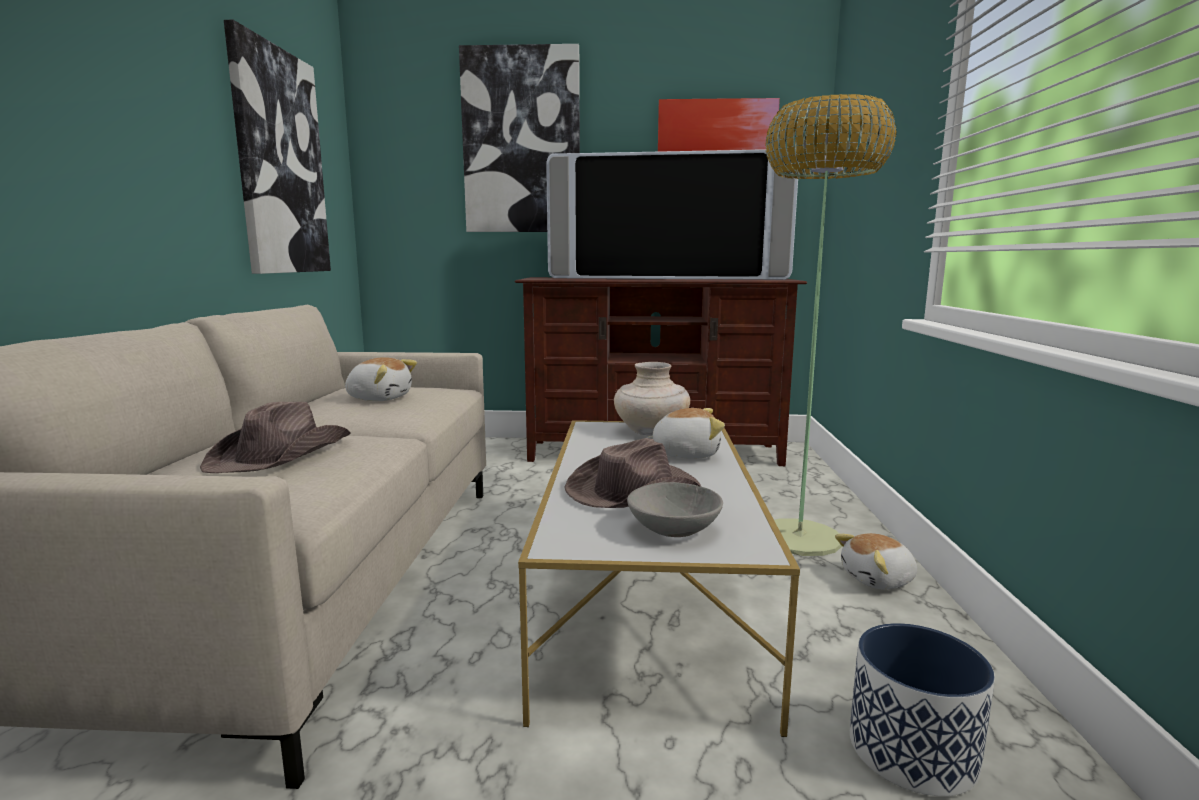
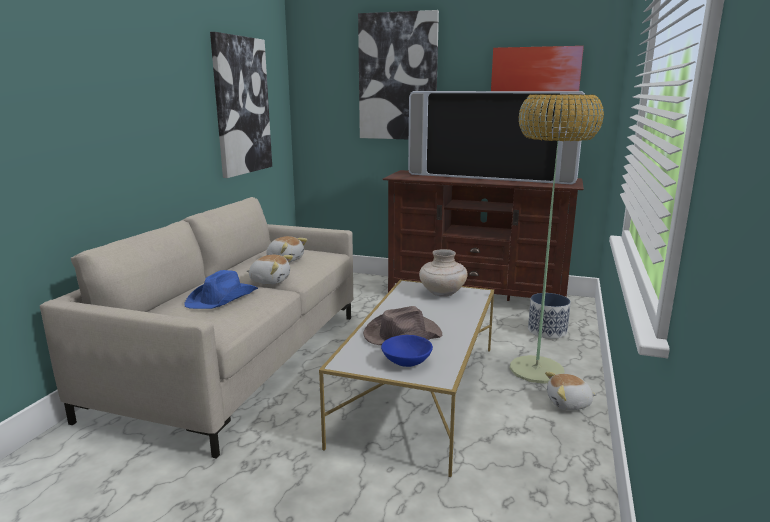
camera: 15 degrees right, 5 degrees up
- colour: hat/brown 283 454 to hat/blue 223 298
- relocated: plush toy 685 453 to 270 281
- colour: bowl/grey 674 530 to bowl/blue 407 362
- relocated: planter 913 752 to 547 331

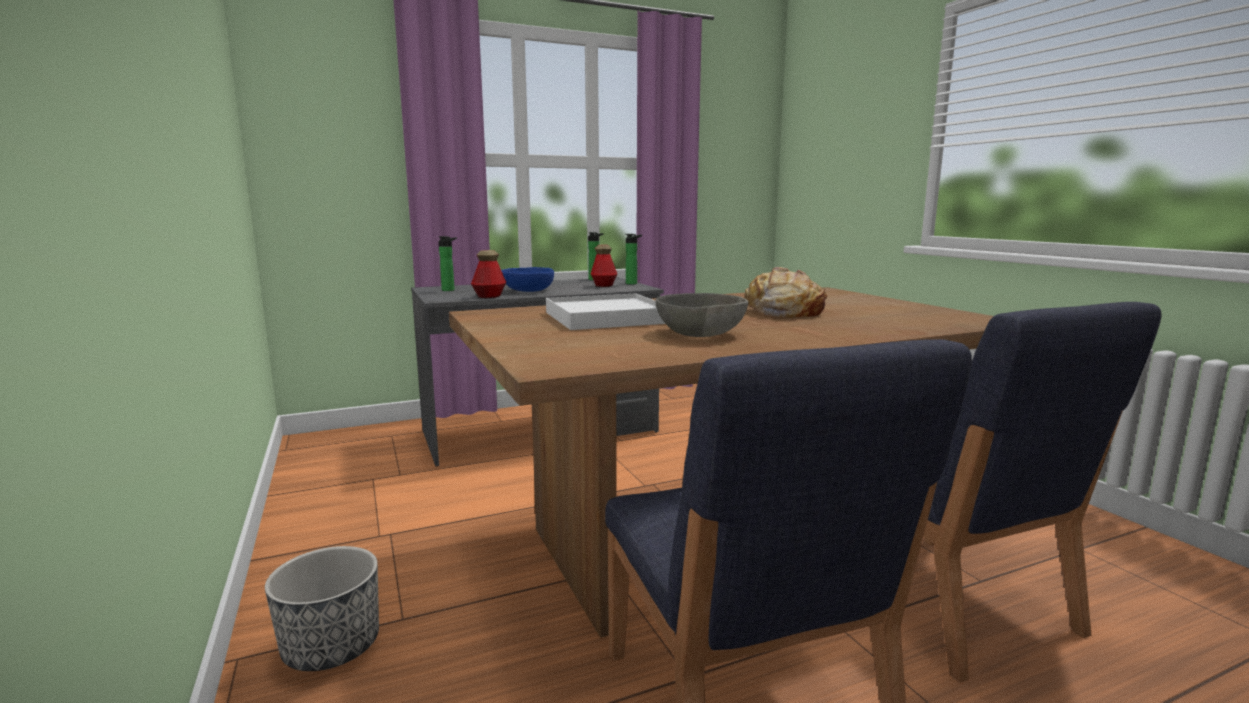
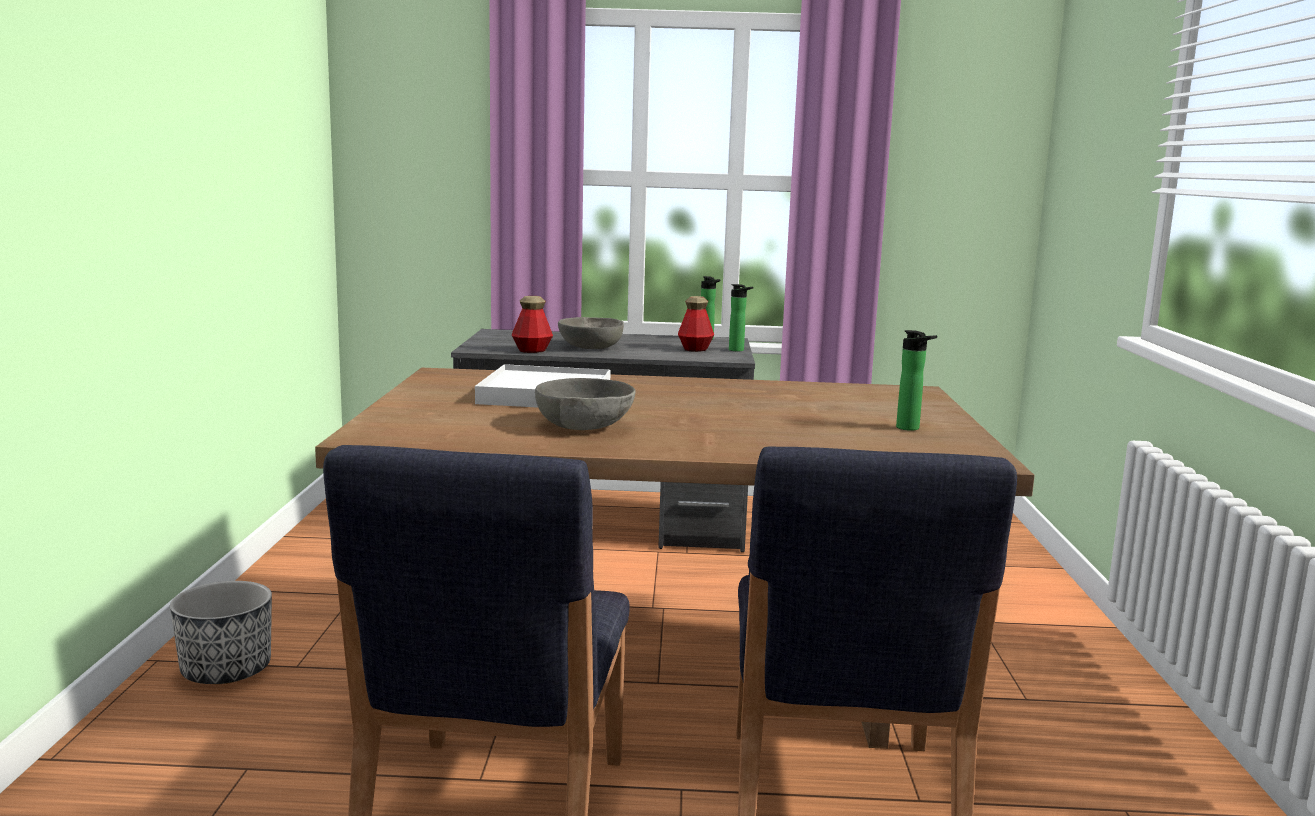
camera: 25 degrees right, 0 degrees up
- relocated: bottle 450 290 to 911 428
- colour: bowl/blue 527 291 to bowl/grey 589 347
- missing: bread 782 312

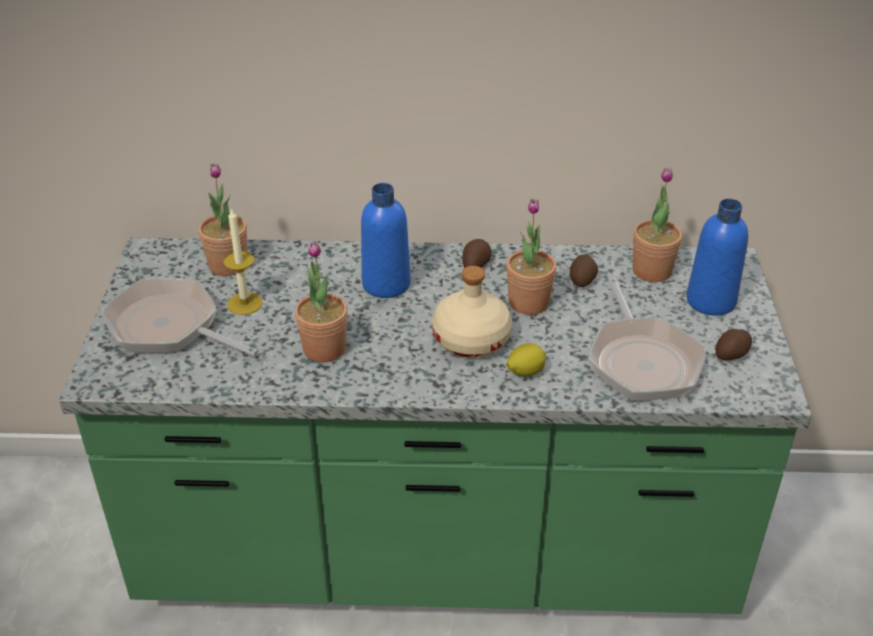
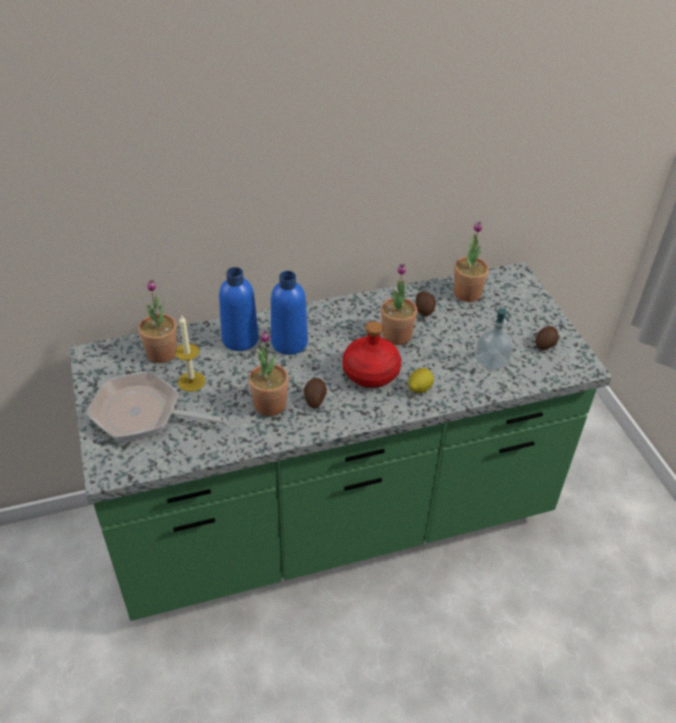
camera: 20 degrees left, 5 degrees up
- relocated: bottle/blue 711 301 to 240 339
- relocated: potato 475 264 to 314 398
- colour: bottle/beige 472 339 to bottle/red 371 372
- exchanged: frying pan 642 360 to soap dispenser 491 362

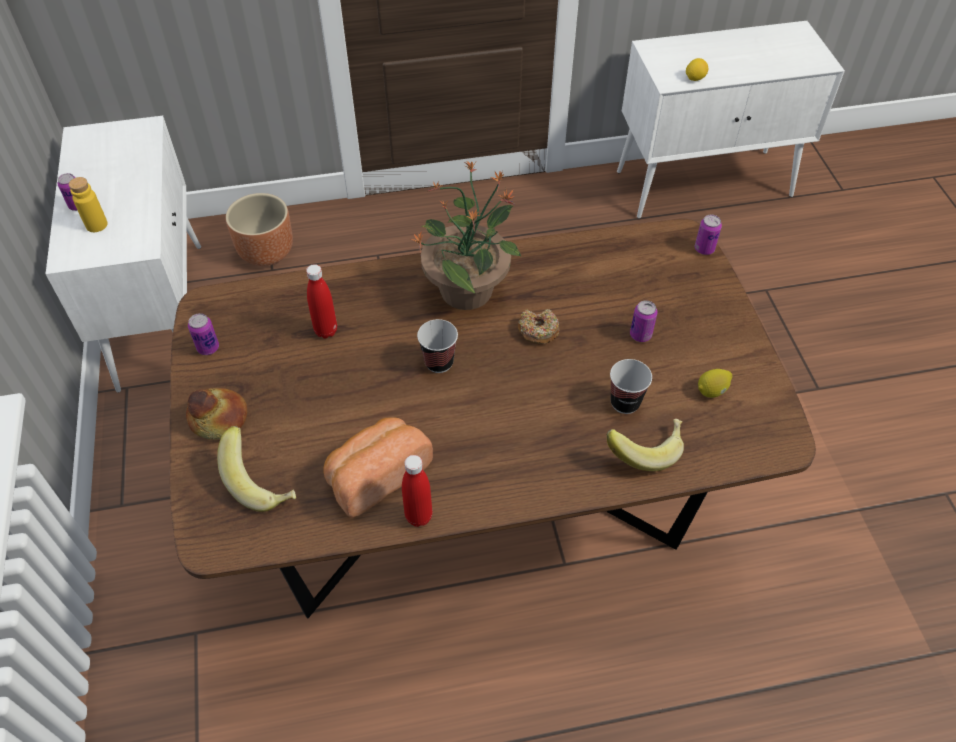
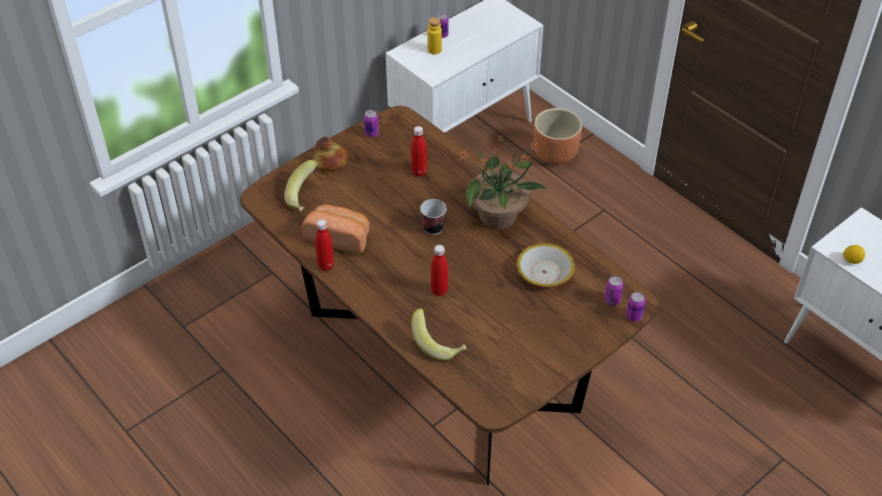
camera: 60 degrees right, 5 degrees down
- relocated: can 640 335 to 612 300
- missing: donut 538 331
- missing: cup 625 402
- missing: lemon 712 391
- appeared: bowl 544 272
- appeared: bottle/red 439 291

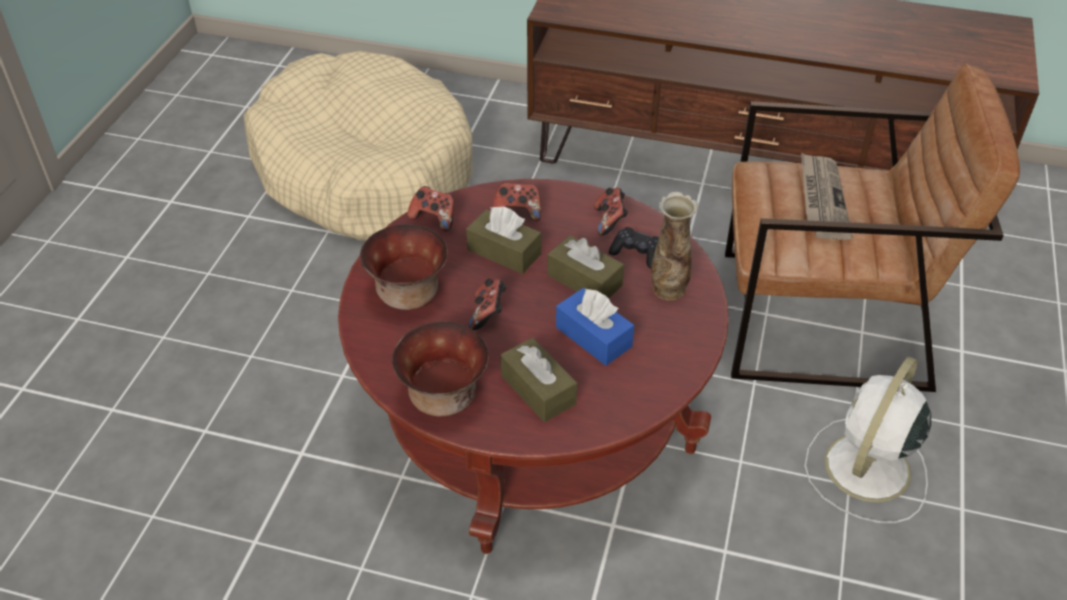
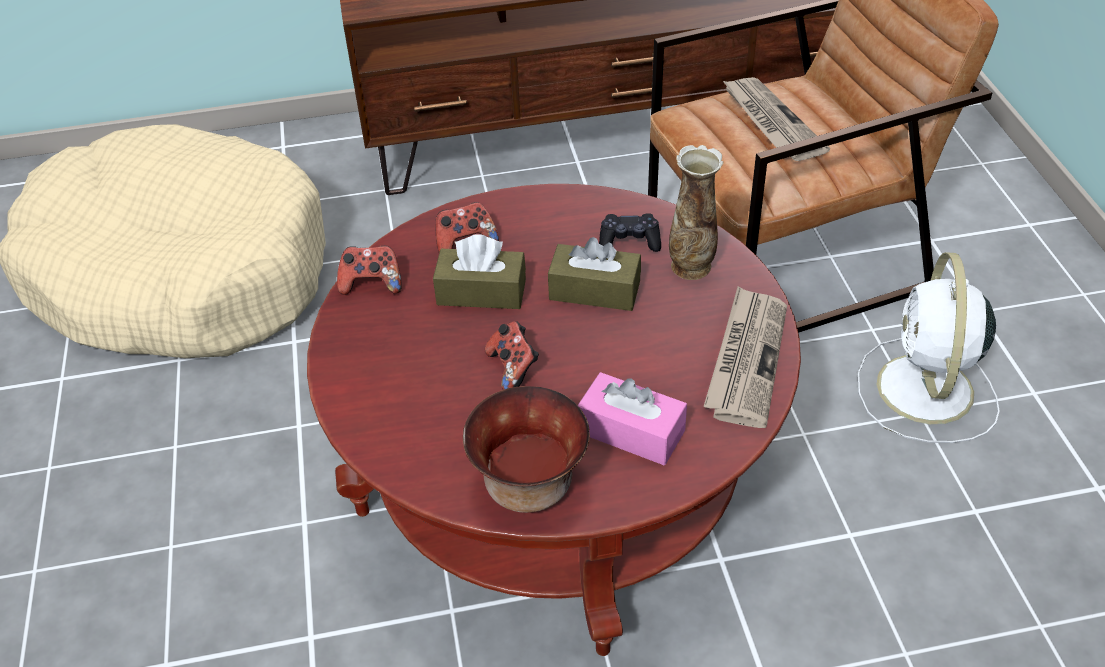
camera: 25 degrees left, 0 degrees up
- missing: game controller 610 221
- missing: bowl 407 294
- missing: tissue box/blue 593 337
- colour: tissue box/brown 538 390 to tissue box/pink 631 431
- appeared: newspaper 746 359

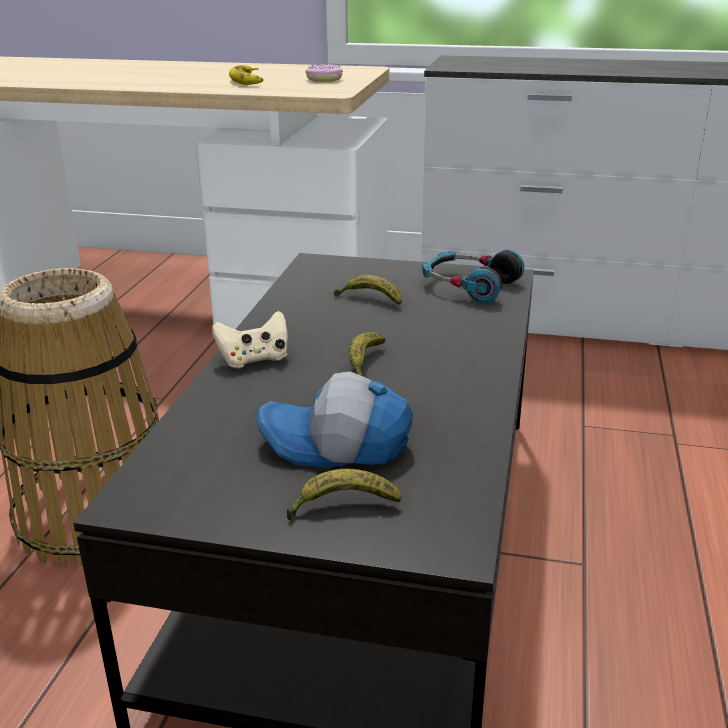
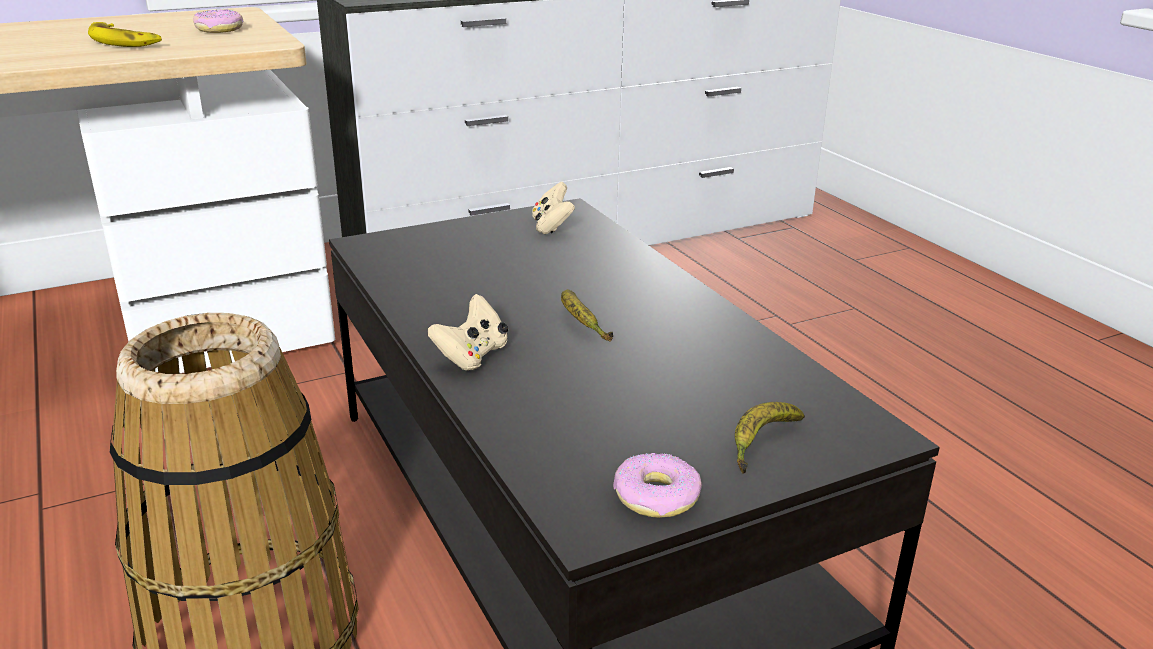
camera: 40 degrees left, 0 degrees up
- exchanged: headphones 469 285 to game controller/beige 552 226
- missing: banana 370 299
- missing: cap 336 445
- appeared: donut 656 497

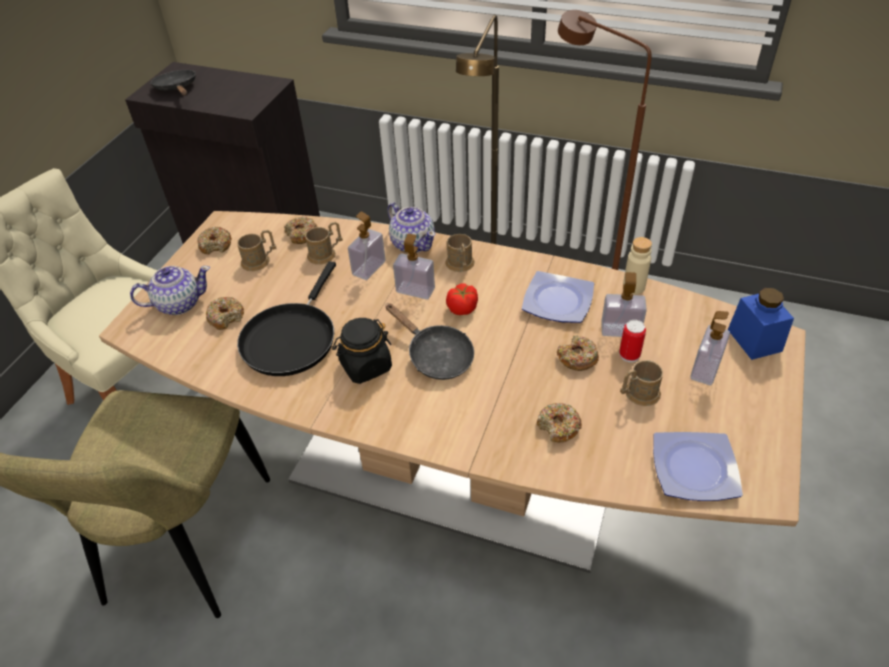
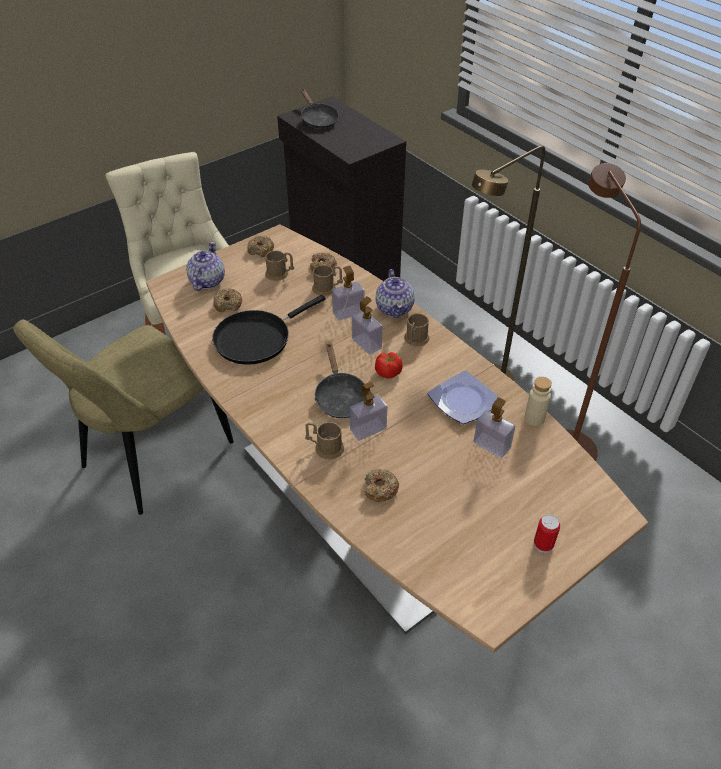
camera: 30 degrees right, 0 degrees up
- spun: frying pan/black 177 88 = 318 119 150 degrees clockwise
- spun: teapot 178 304 = 207 281 90 degrees counterclockwise
- missing: jar/blue 754 340
- relocated: soap dispenser 705 369 to 368 429
- missing: jar/black 365 366
- relocated: can 629 355 to 543 544
- missing: donut 577 358
- relocated: mug/brown 638 394 to 325 448
- missing: plate 696 470

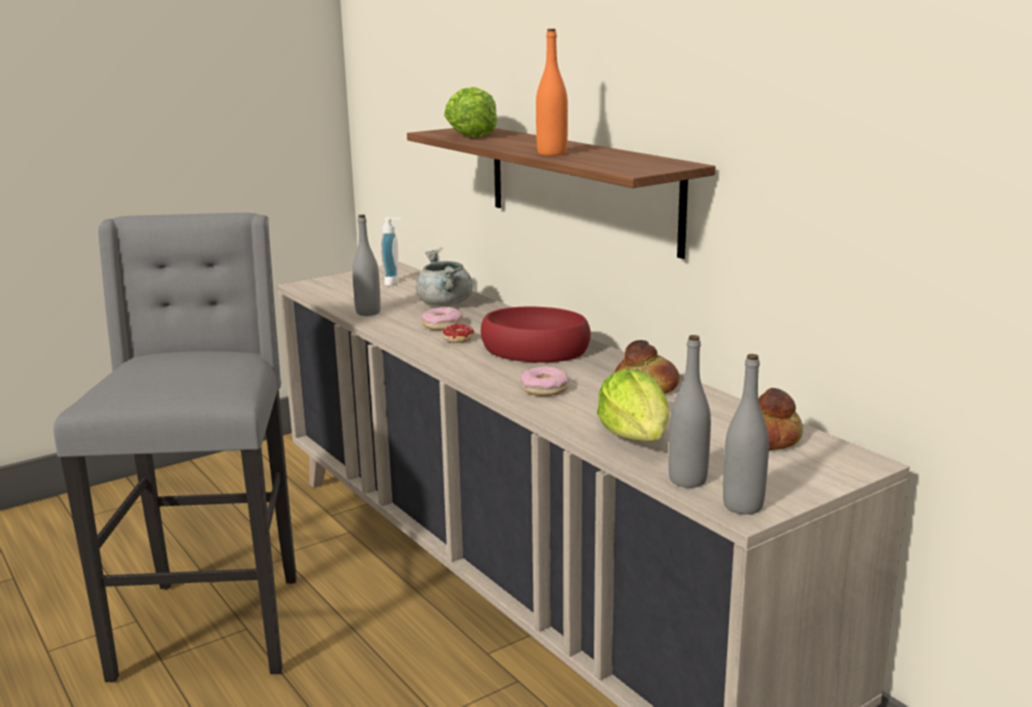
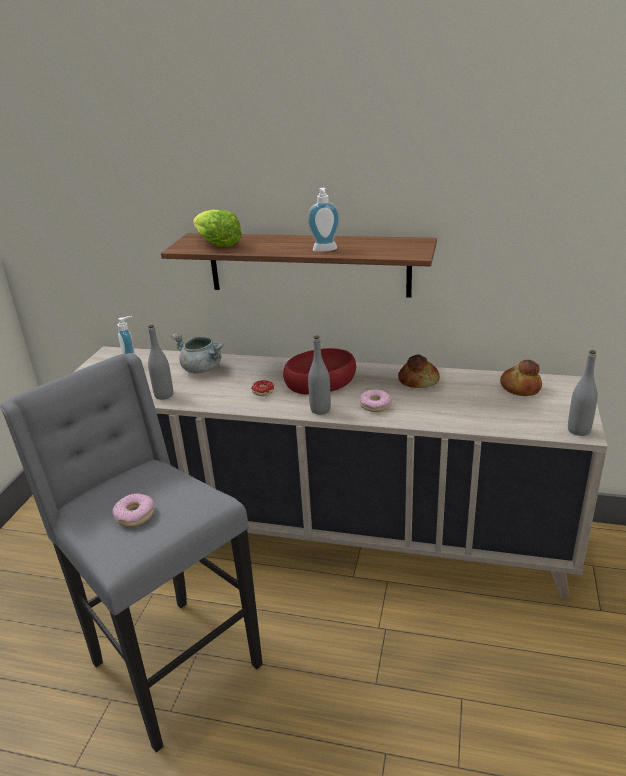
camera: 40 degrees left, 10 degrees up
- exchanged: bottle/orange 552 153 to soap dispenser 325 250
- relocated: donut 442 325 to 135 515
- relocated: bottle/grey 687 480 to 320 410
- missing: lettuce 637 437

